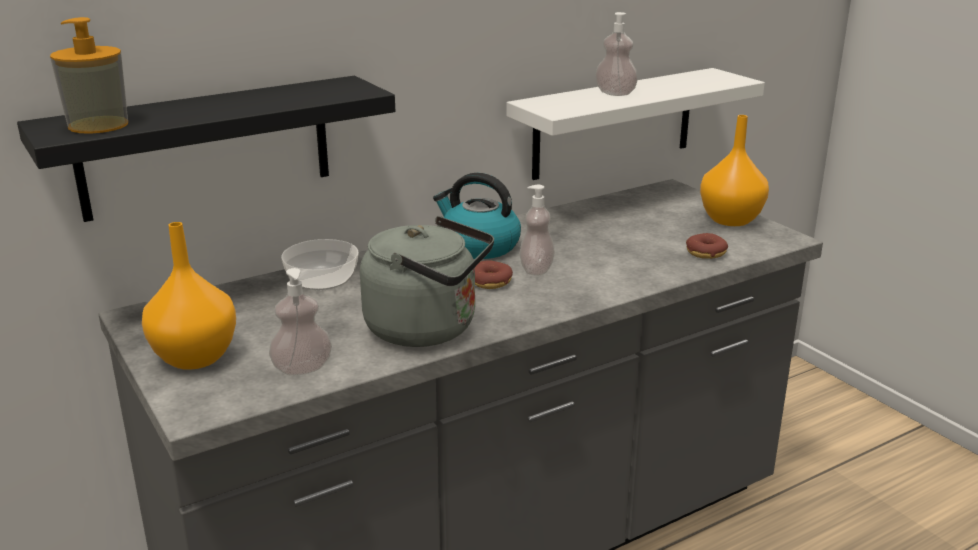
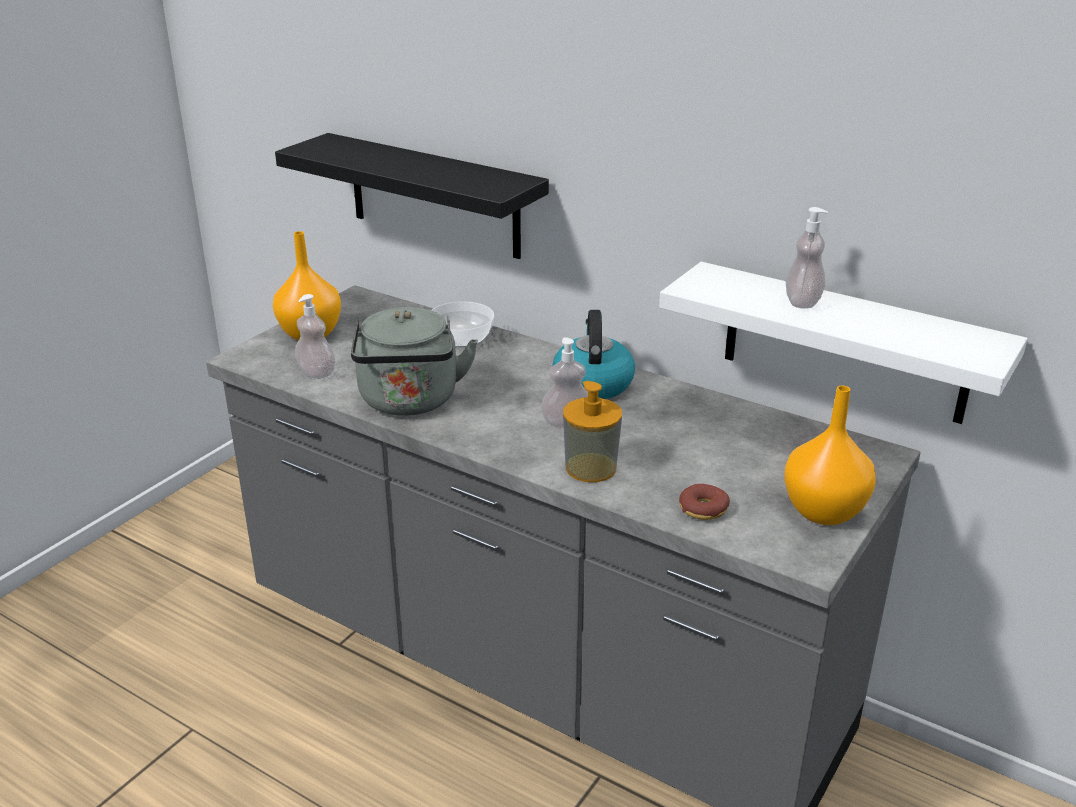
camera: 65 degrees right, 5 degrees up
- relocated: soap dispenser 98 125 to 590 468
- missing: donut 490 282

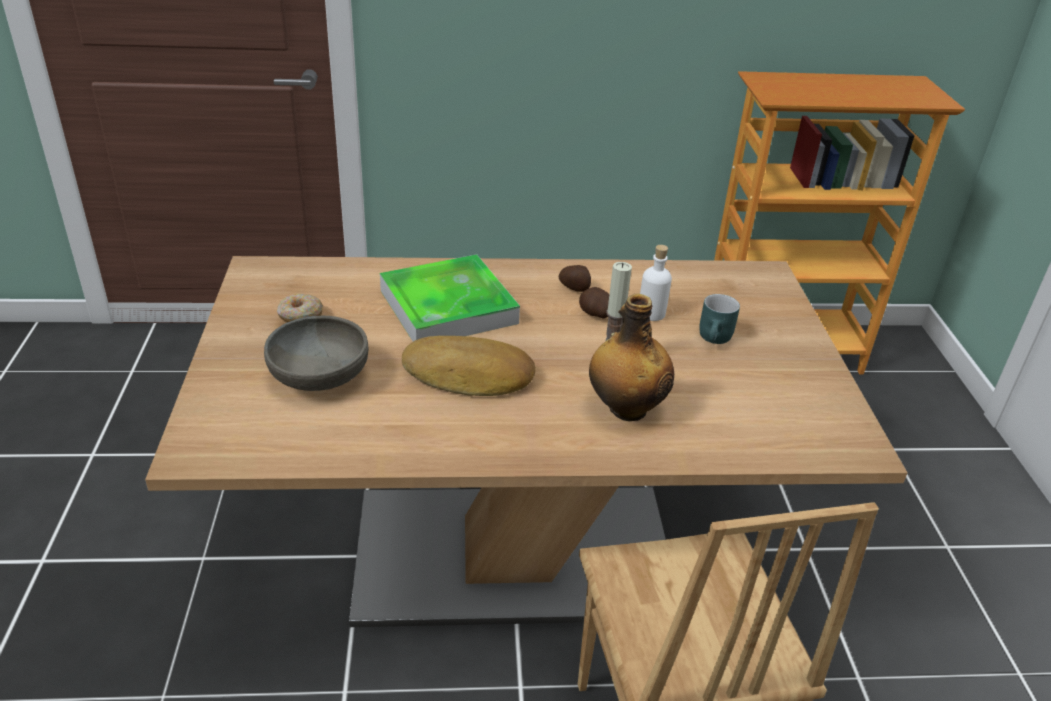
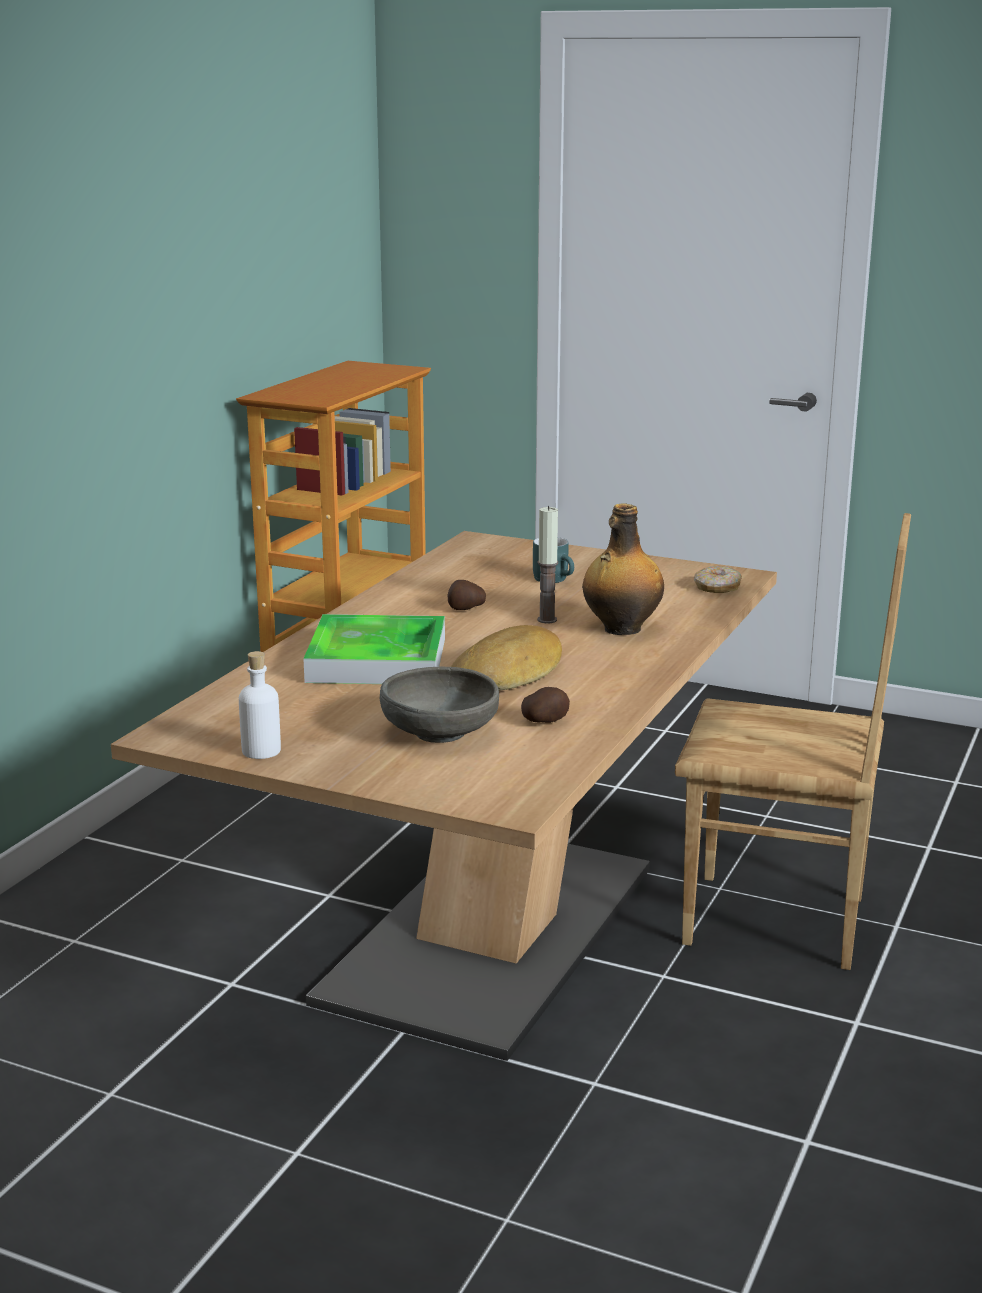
camera: 60 degrees left, 15 degrees down
- relocated: bottle/white 651 313 to 261 751
- relocated: potato 575 288 to 545 721
- relocated: donut 300 316 to 717 588

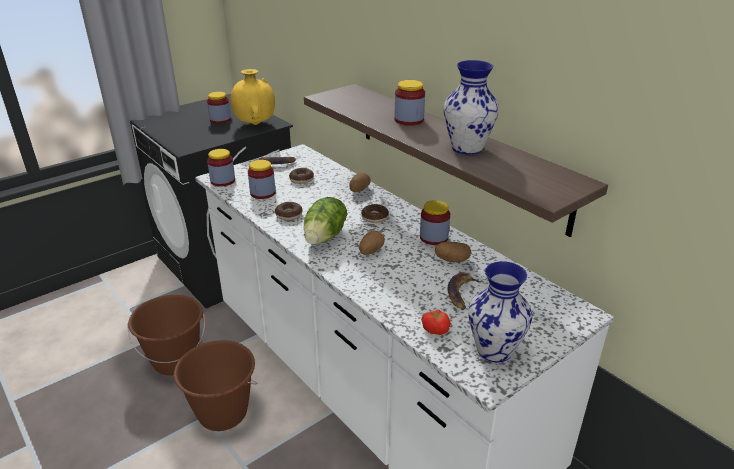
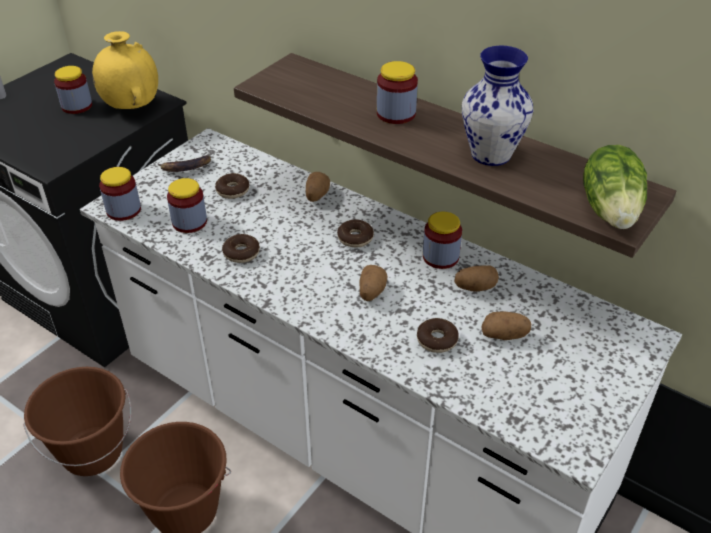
camera: 15 degrees left, 10 degrees up
- relocated: lettuce 325 237 to 611 210
- missing: vase 495 349
- exchanged: banana 461 293 to potato 504 335
- missing: tomato 436 329
- appeared: donut 437 340

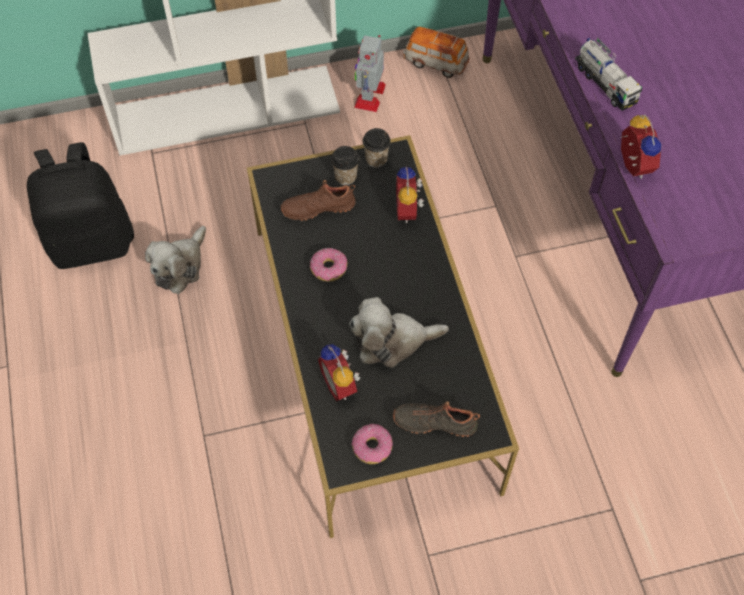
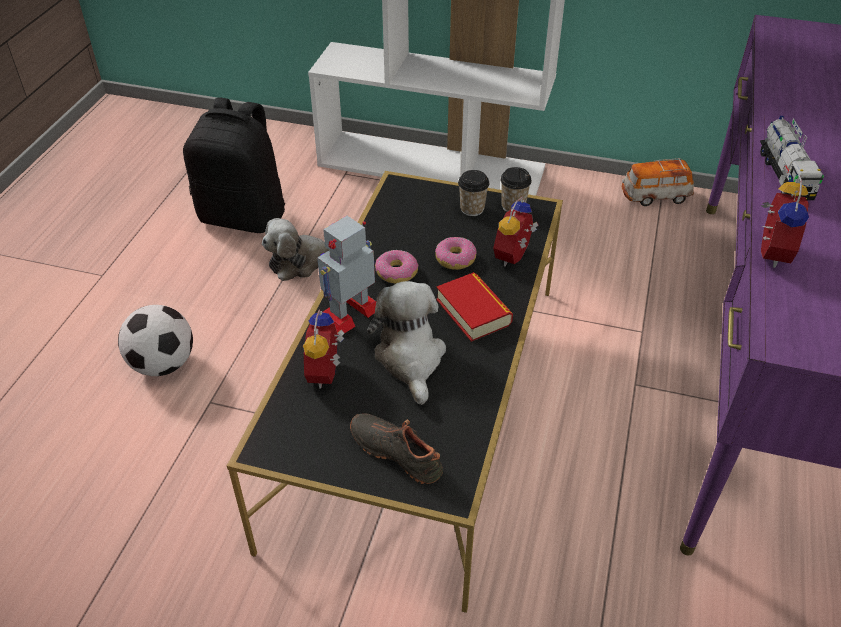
camera: 30 degrees right, 15 degrees down
- spun: toy car 435 63 = 655 196 60 degrees counterclockwise
- relocated: toy robot 369 95 to 350 312
- missing: shoe/brown 318 207
- spun: plush toy 392 341 = 410 358 60 degrees clockwise
- relocated: donut 372 447 to 455 259
- appeared: book 473 312
- appeared: football 163 364

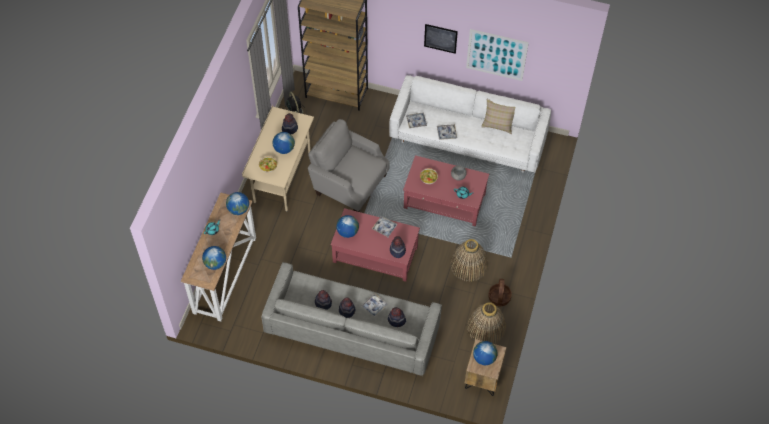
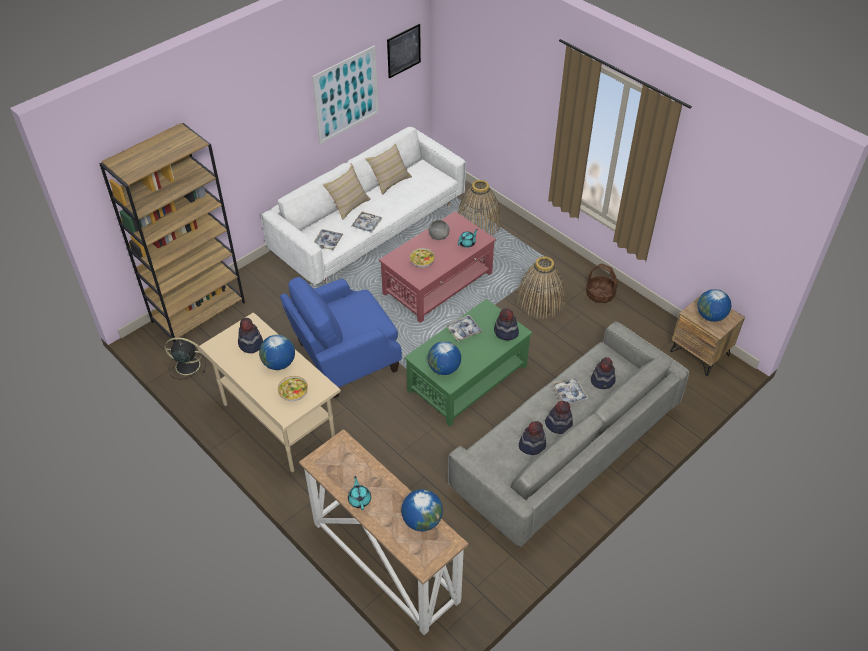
camera: 60 degrees left, 10 degrees down
- relocated: picture 440 38 to 403 51
- colour: armchair/grey 349 184 to armchair/blue 344 358
- missing: globe 238 209
- colour: coffee table/red 375 254 to coffee table/green 467 378
- relocated: basket 486 327 to 478 223
- appeared: pillow/beige 348 205

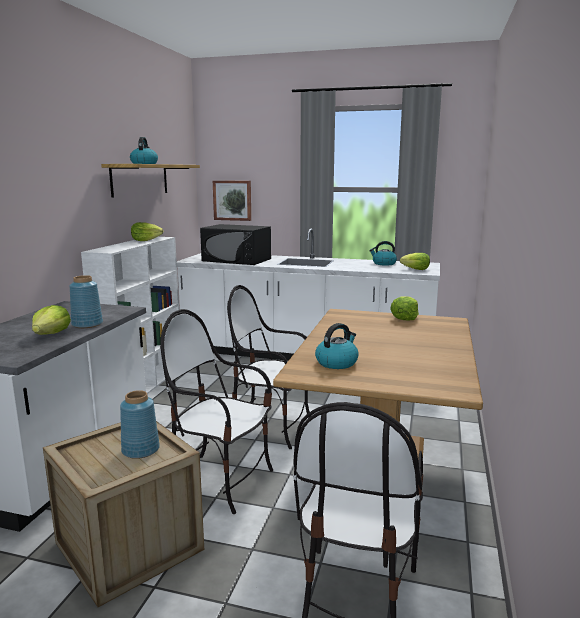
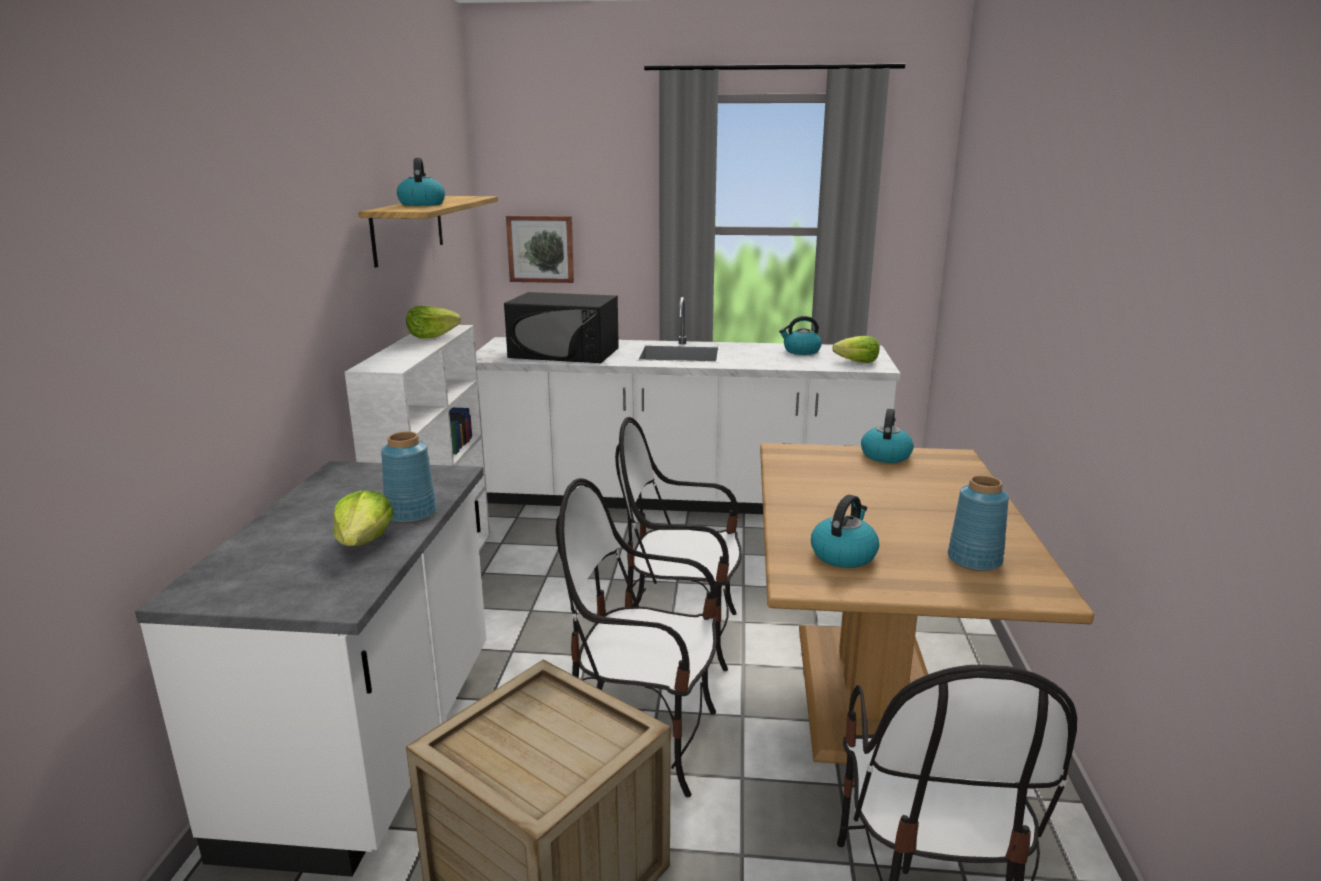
camera: 10 degrees left, 5 degrees up
- exchanged: lettuce 404 318 to kettle 885 455
- relocated: vase/blue 141 450 to 975 560

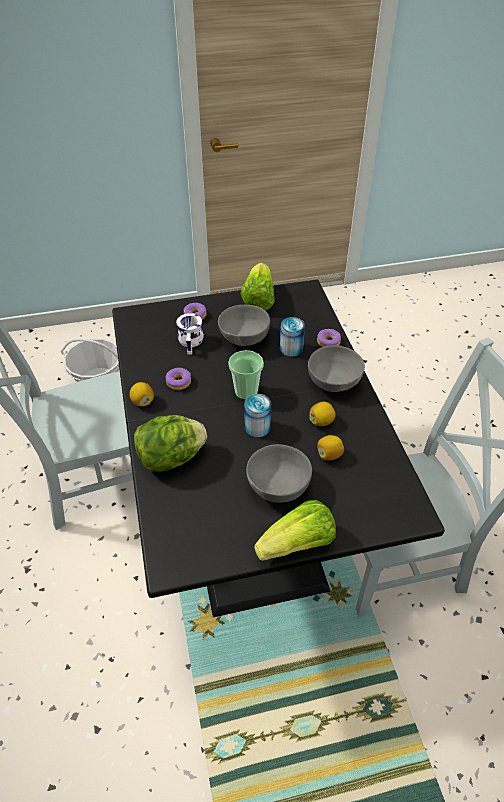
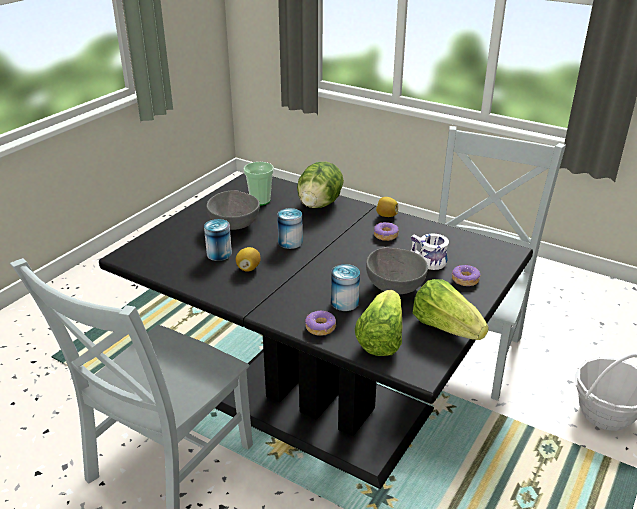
camera: 135 degrees right, 15 degrees down
- missing: bowl/grey 334 383
- relocated: cup 246 392 to 260 201
- exchanged: lemon 329 455 to can 219 254
- relocated: lettuce 298 544 to 381 338

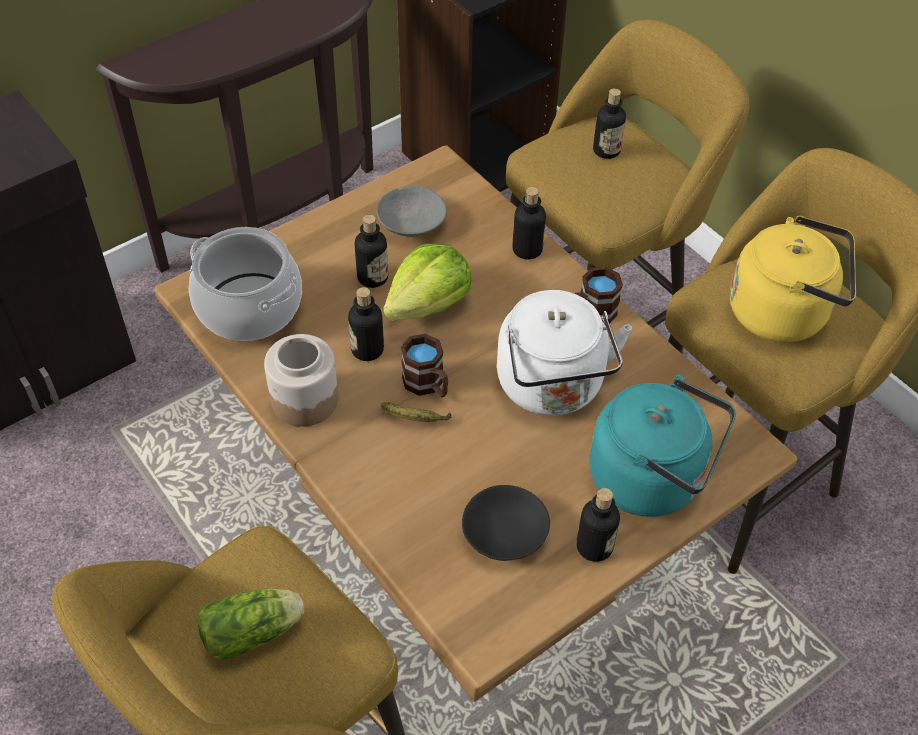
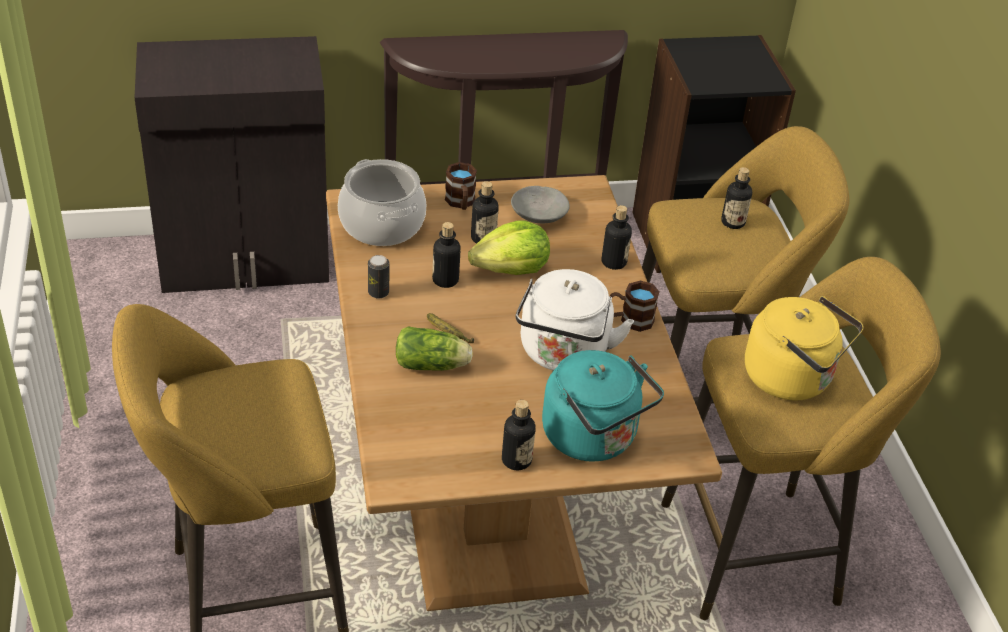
camera: 25 degrees right, 10 degrees down
- exchanged: jar 304 399 to can 378 292
- relocated: mug/brown 428 385 to 461 203
- missing: bowl/black 503 533
- relocated: lettuce 255 632 to 433 365

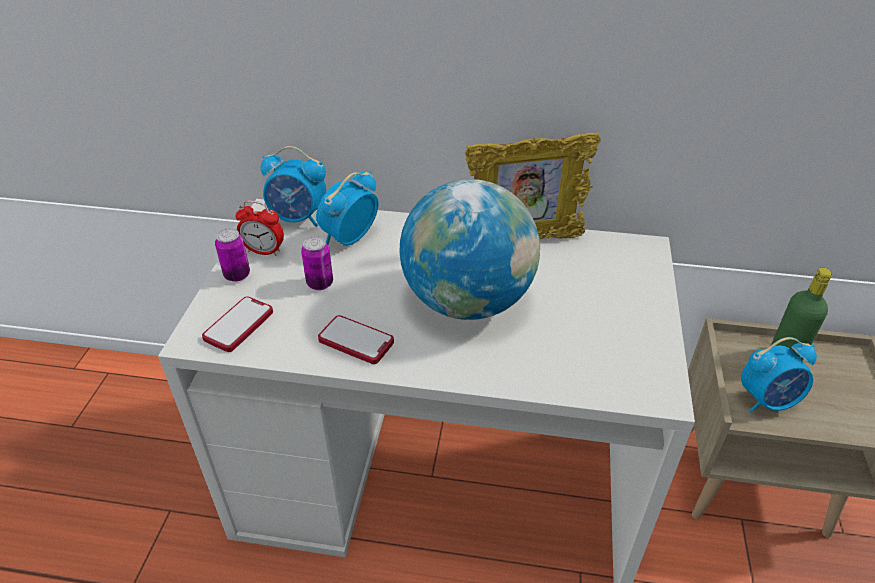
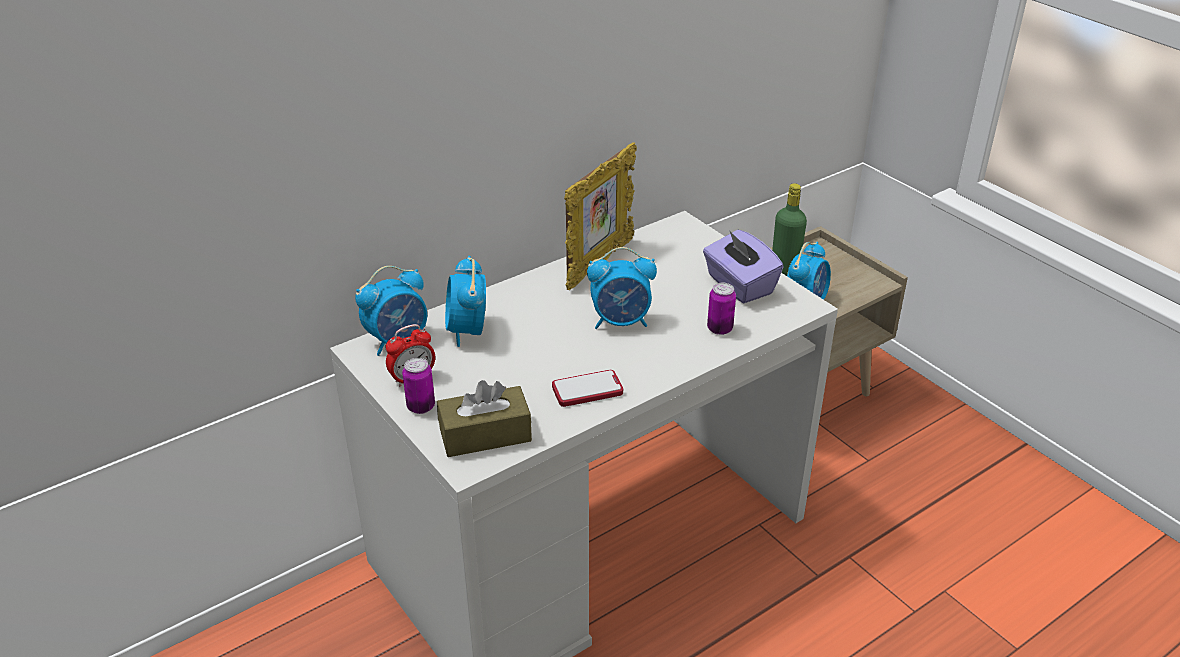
camera: 45 degrees left, 5 degrees down
- exchanged: globe 468 301 to alarm clock 621 321
- relocated: can 320 283 to 719 329
- exchanged: phone 239 325 to tissue box/brown 485 435
- appeared: tissue box/purple 739 285

